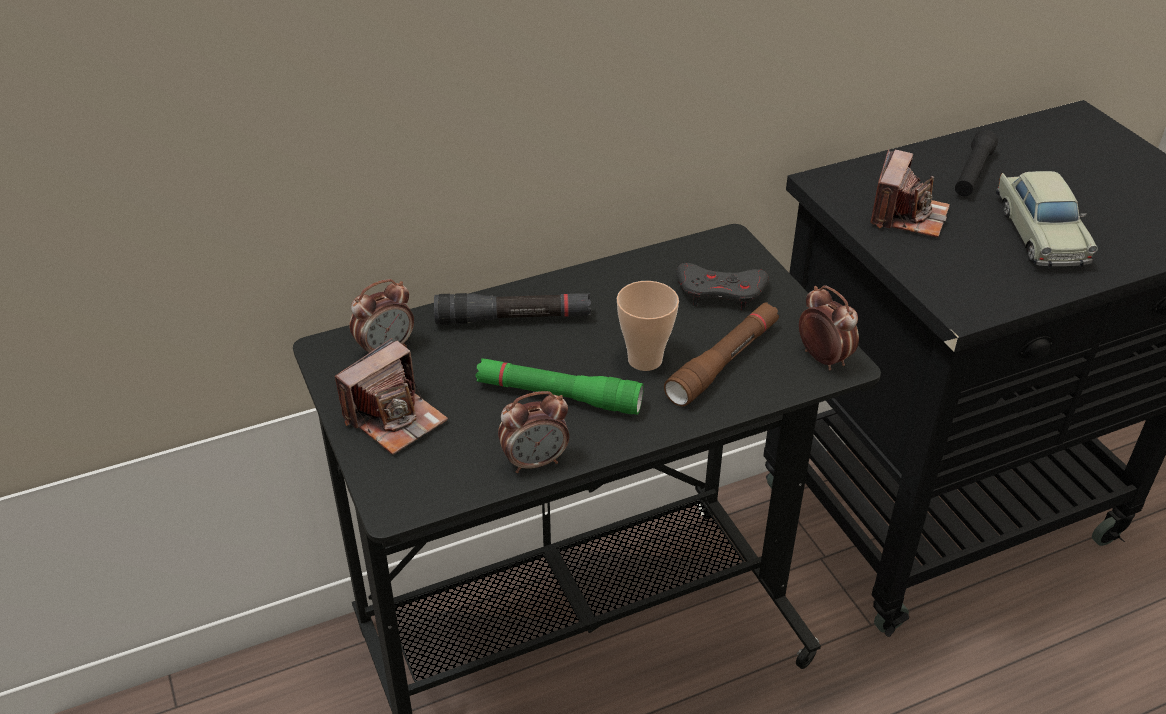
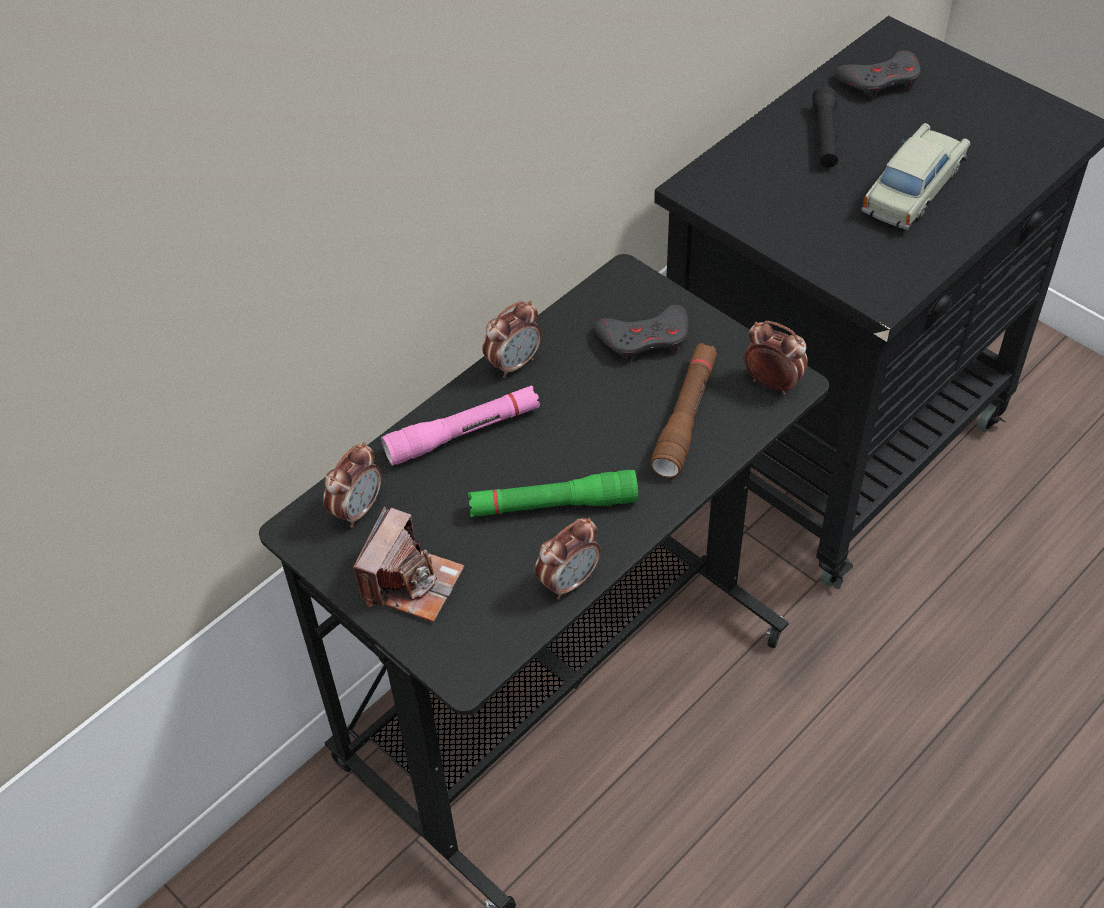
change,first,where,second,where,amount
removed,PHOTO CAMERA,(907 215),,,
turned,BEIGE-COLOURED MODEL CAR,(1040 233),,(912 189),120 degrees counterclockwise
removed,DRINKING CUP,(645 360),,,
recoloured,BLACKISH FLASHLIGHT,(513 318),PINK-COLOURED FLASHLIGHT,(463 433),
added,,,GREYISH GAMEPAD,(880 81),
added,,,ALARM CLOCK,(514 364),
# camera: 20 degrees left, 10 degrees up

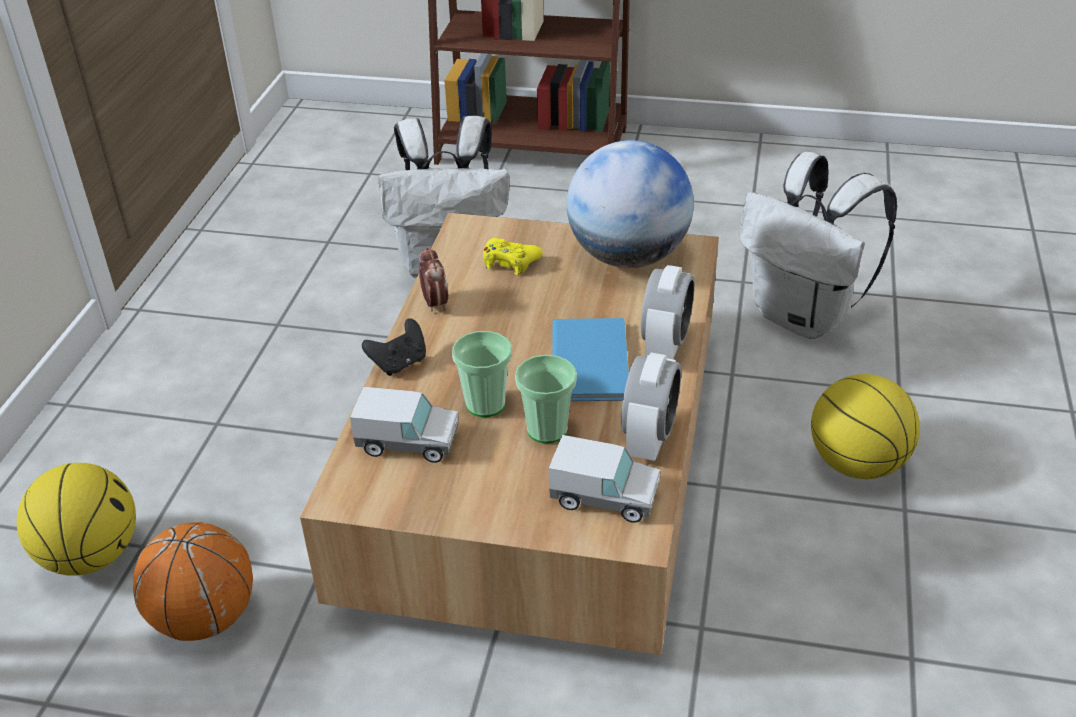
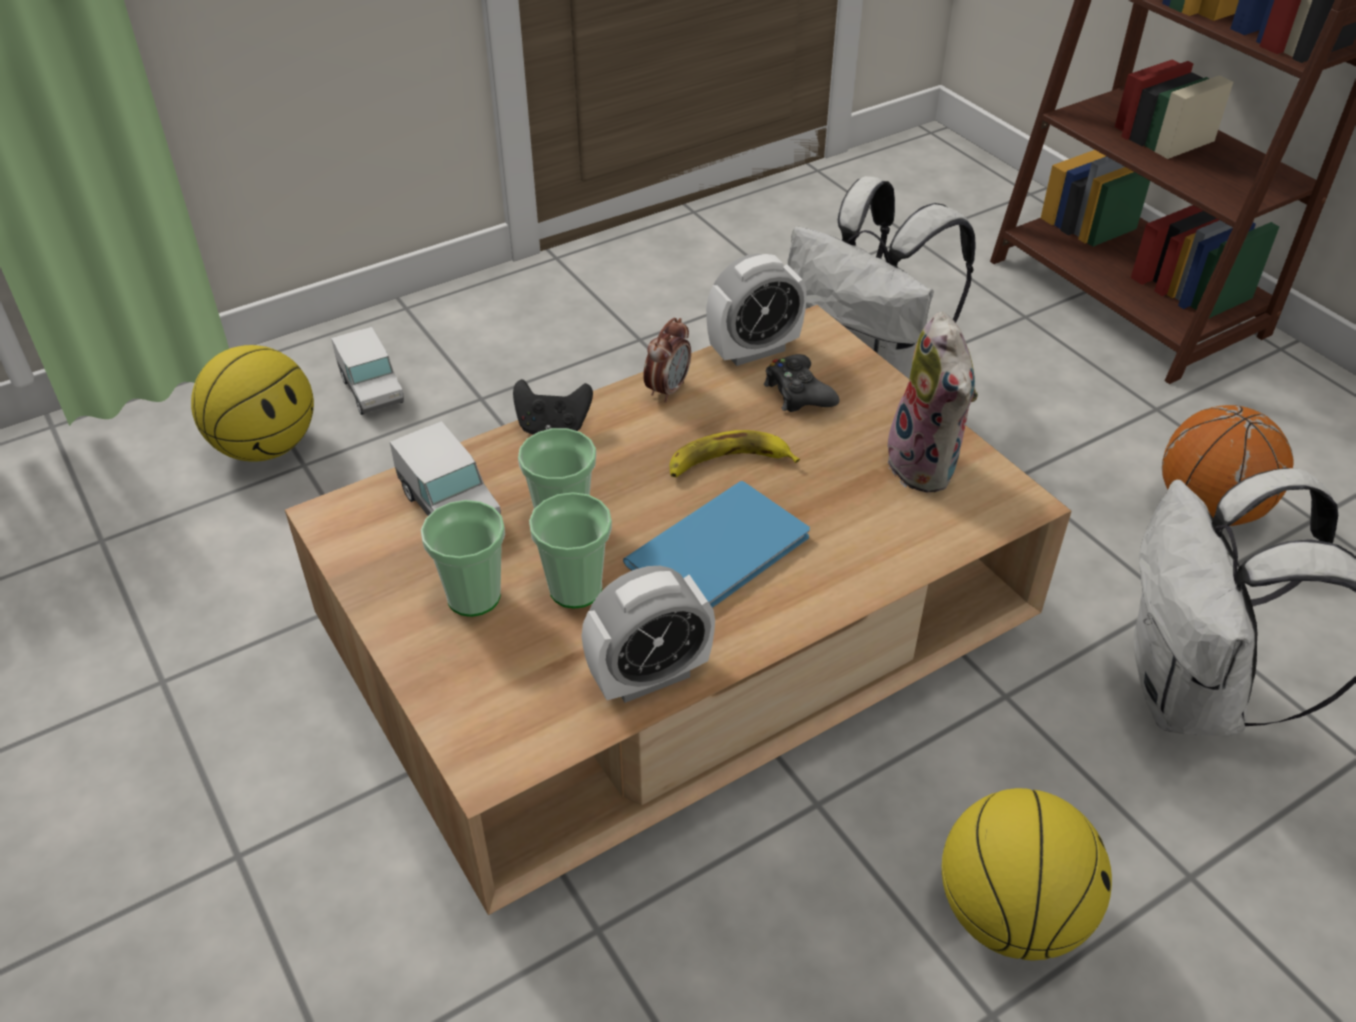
change,first,where,second,where,amount
replaced,DESK GLOBE,(628 257),PLUSH TOY,(928 466),
recoloured,YELLOW GAMEPAD,(510 262),BLACKISH GAMEPAD,(798 393),
moved,ALARM CLOCK,(665 347),,(754 350),
moved,TOY TRUCK,(604 498),,(372 391),
moved,BALL FOR BASKETBALL,(205 618),,(1209 509),
added,,,BANANA FRUIT,(728 463),
added,,,DRINKING CUP,(473 597),
# camera: 45 degrees right, 5 degrees up

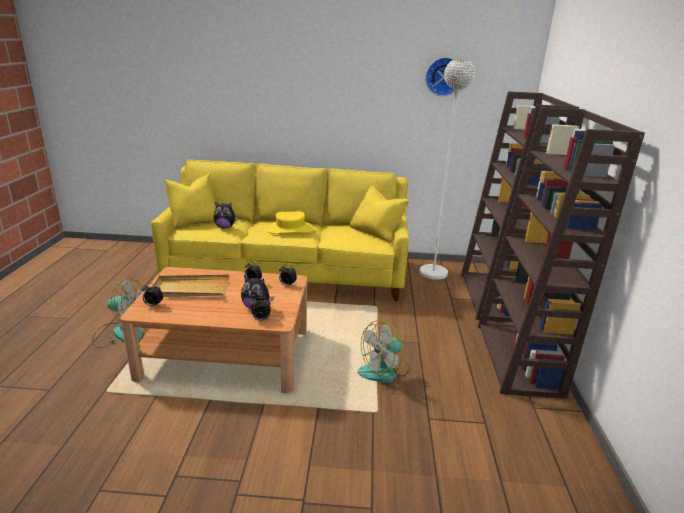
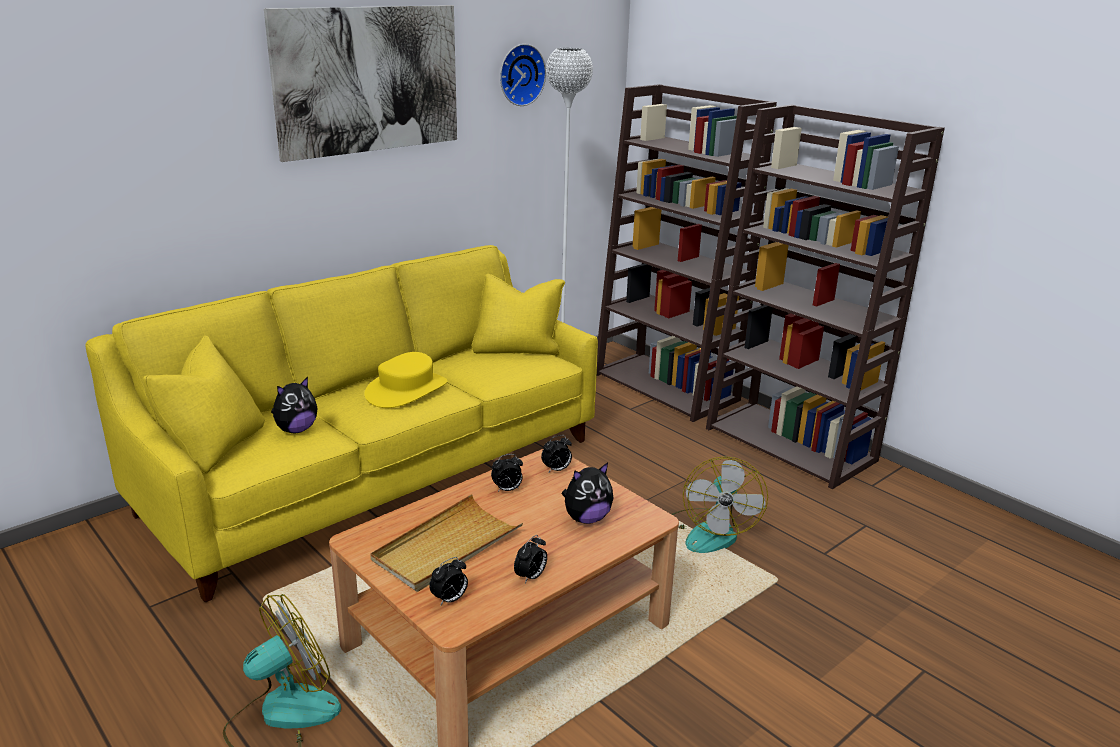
change,first,where,second,where,amount
moved,ALARM CLOCK,(261 319),,(531 577),
added,,,WALL ART,(368 80),
# camera: 45 degrees left, 0 degrees up

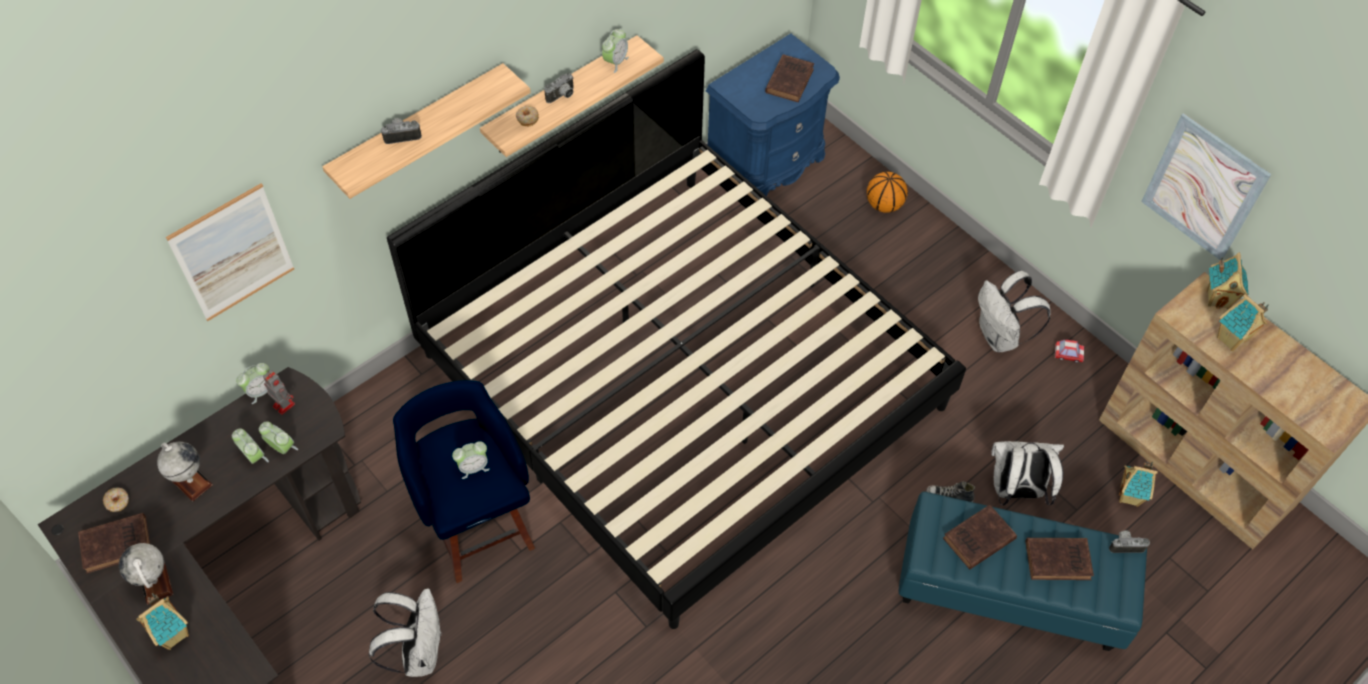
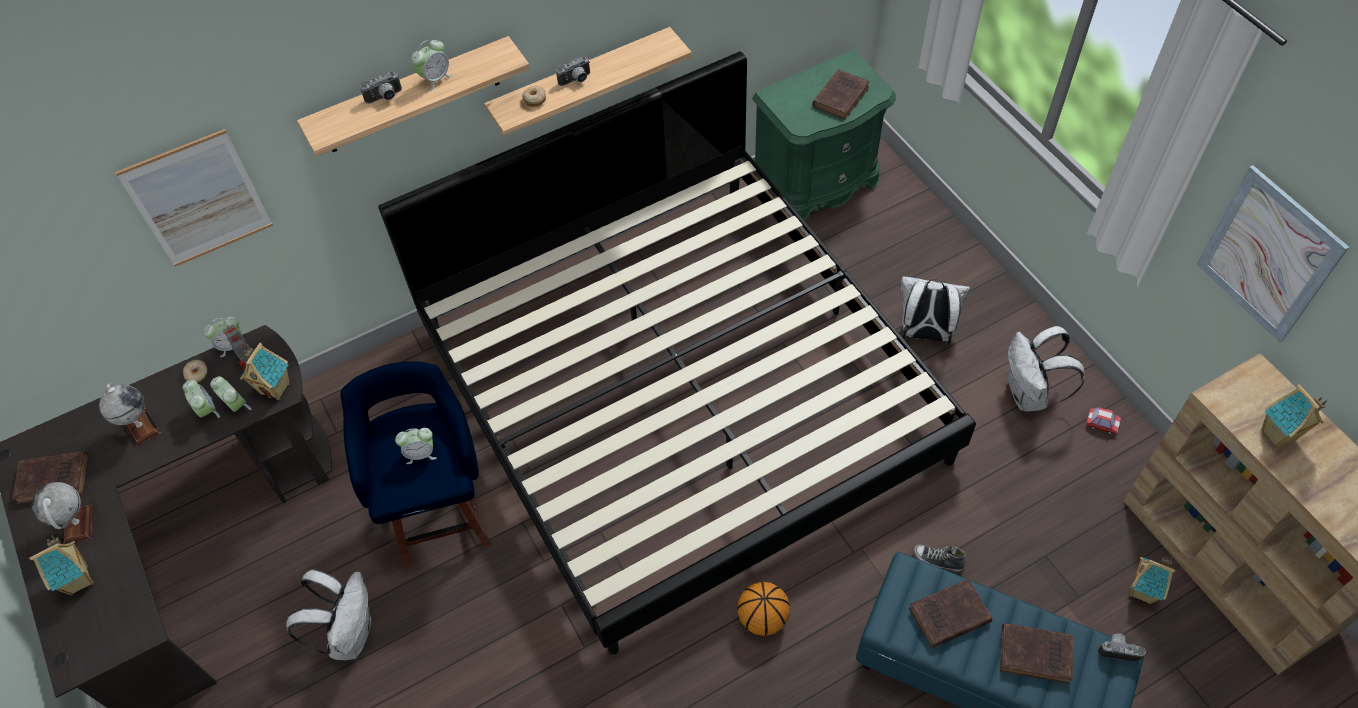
change,first,where,second,where,amount
moved,ALARM CLOCK,(615 62),,(435 79),
recoloured,BLUISH NIGHTSTAND,(769 161),GREENISH NIGHTSTAND,(819 182),
turned,PHOTO CAMERA,(402 135),,(385 98),150 degrees clockwise
moved,BALL FOR BASKETBALL,(883 205),,(762 617),
moved,MINIATURE HOUSE,(1218 299),,(276 388),
moved,WHITISH BACKPACK,(1015 491),,(924 334),
moved,DONUT,(118 502),,(197 374),
# camera: 15 degrees right, 0 degrees up

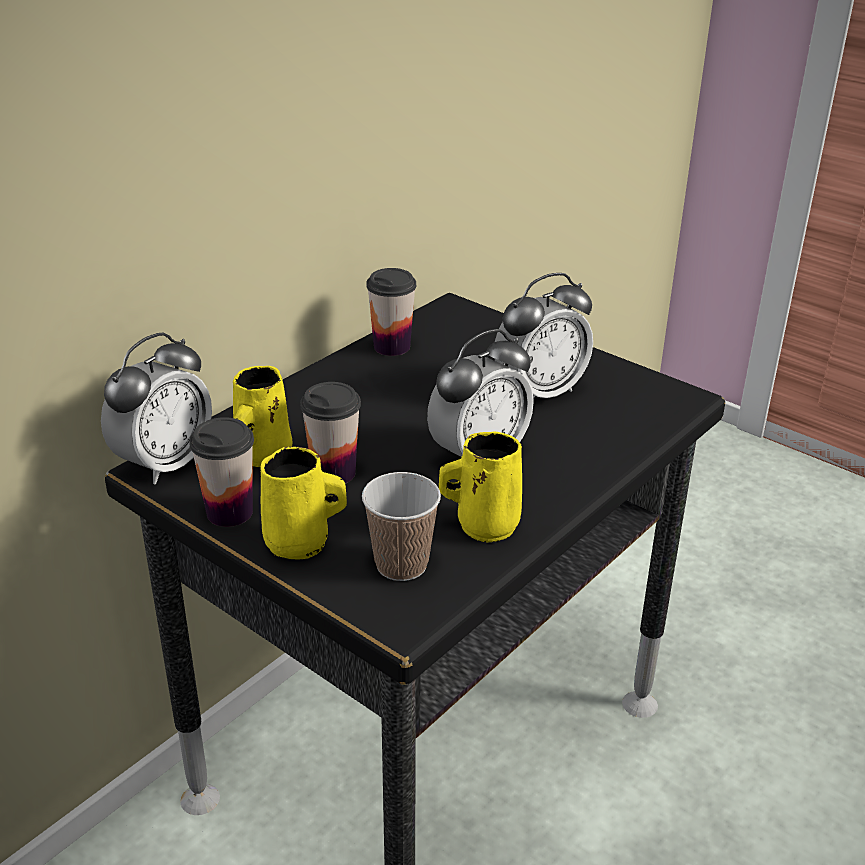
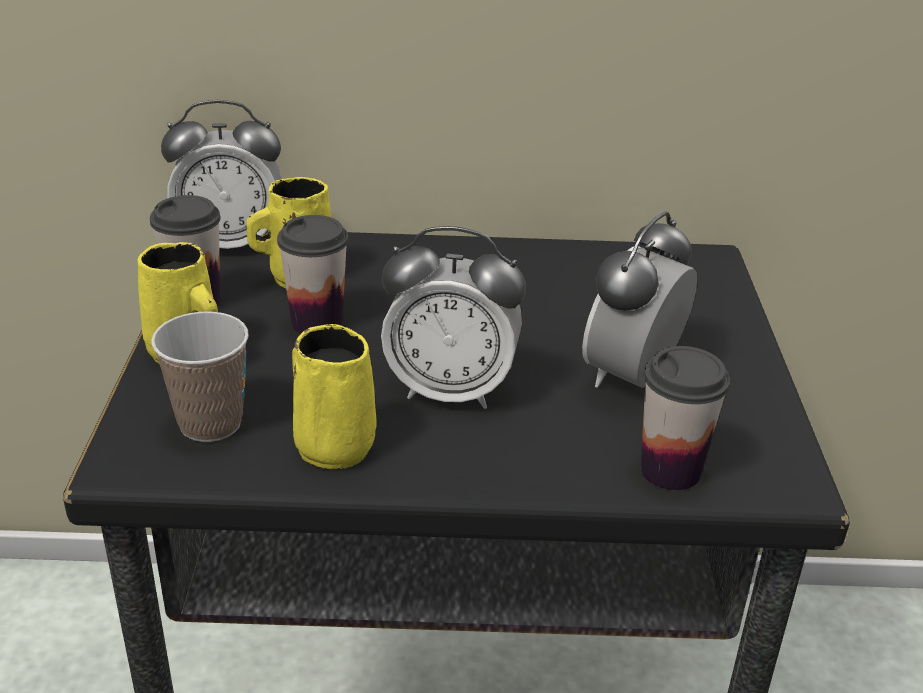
change,first,where,second,where,amount
moved,DRINKING CUP,(392 346),,(670 470),
turned,ALARM CLOCK,(540 392),,(632 377),105 degrees clockwise
# camera: 50 degrees right, 0 degrees up

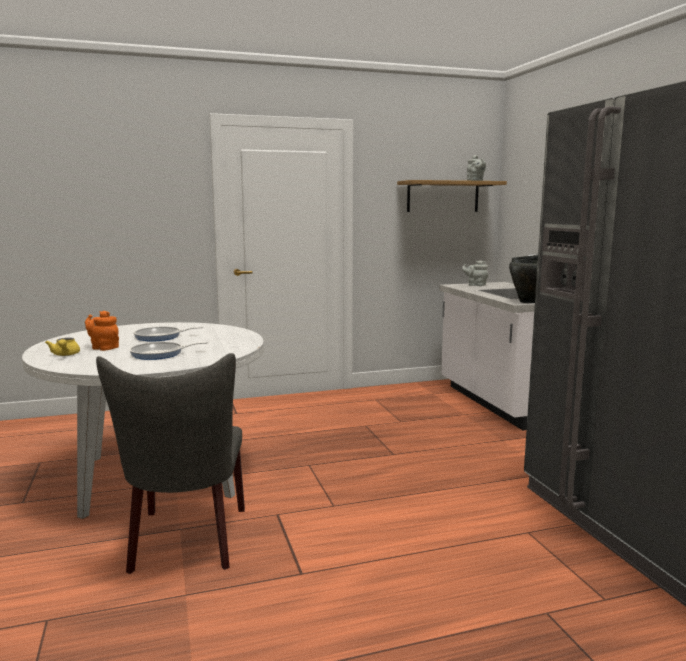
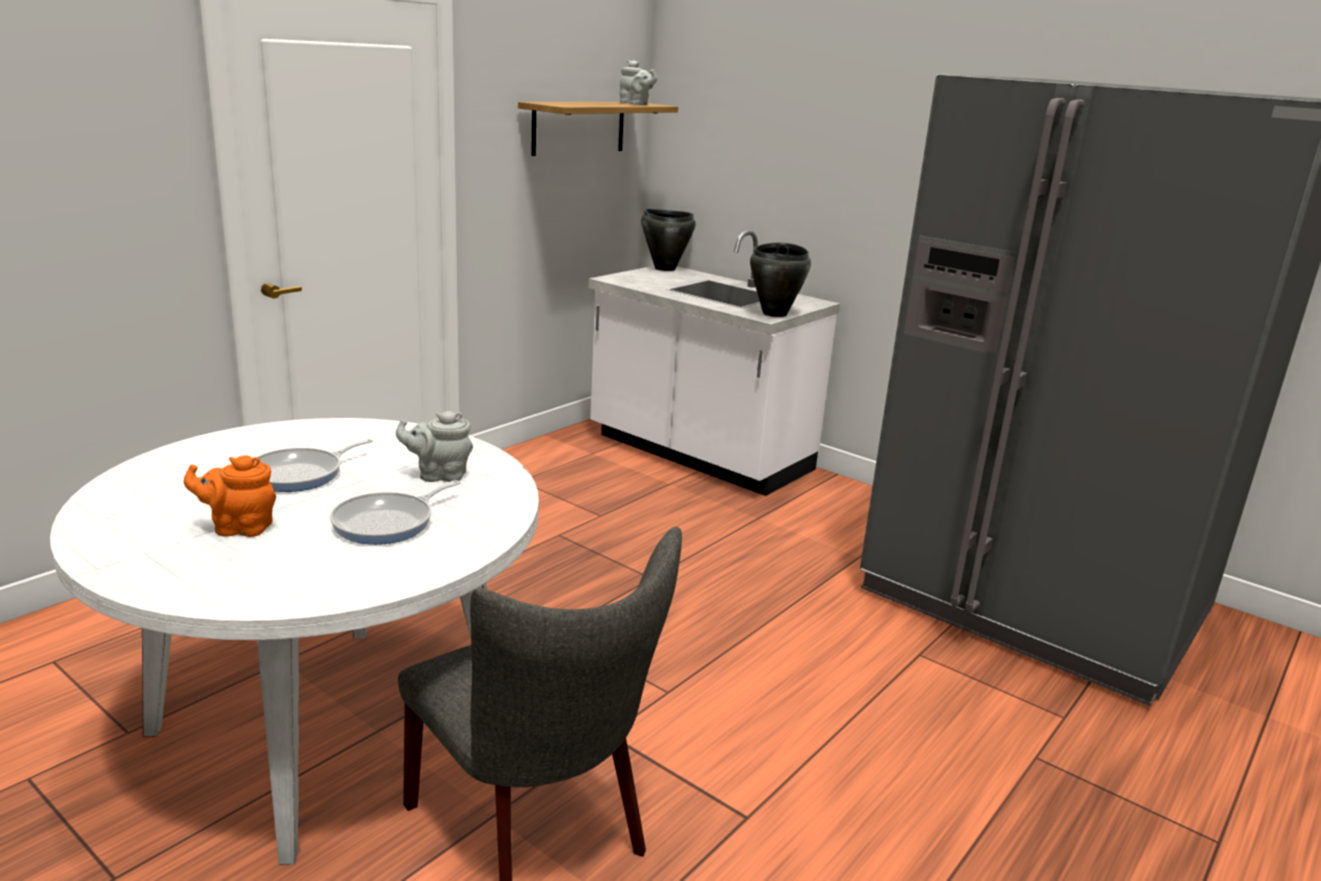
change,first,where,second,where,amount
moved,GREYISH POT FOR TEA,(475 285),,(439 475),
removed,YELLOW POT FOR TEA,(65 355),,,
added,,,BLACKISH COOKING POT,(664 268),
# camera: 35 degrees left, 10 degrees up

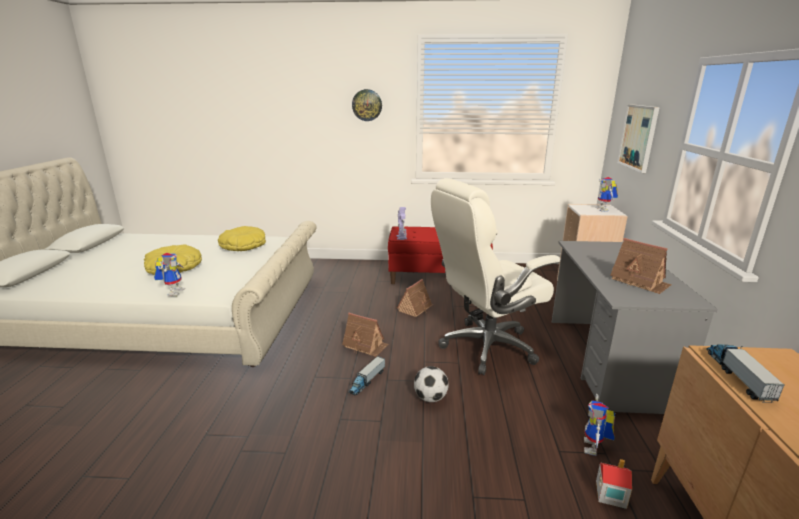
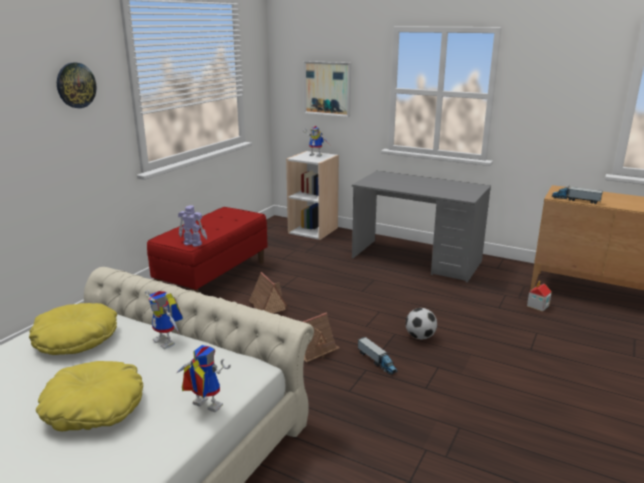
change,first,where,second,where,amount
removed,WHITISH COMPUTER CHAIR,(486 347),,,
removed,MINIATURE HOUSE,(639 281),,,
moved,MODEL ROBOT,(594 449),,(168 341),
# camera: 65 degrees left, 0 degrees up

